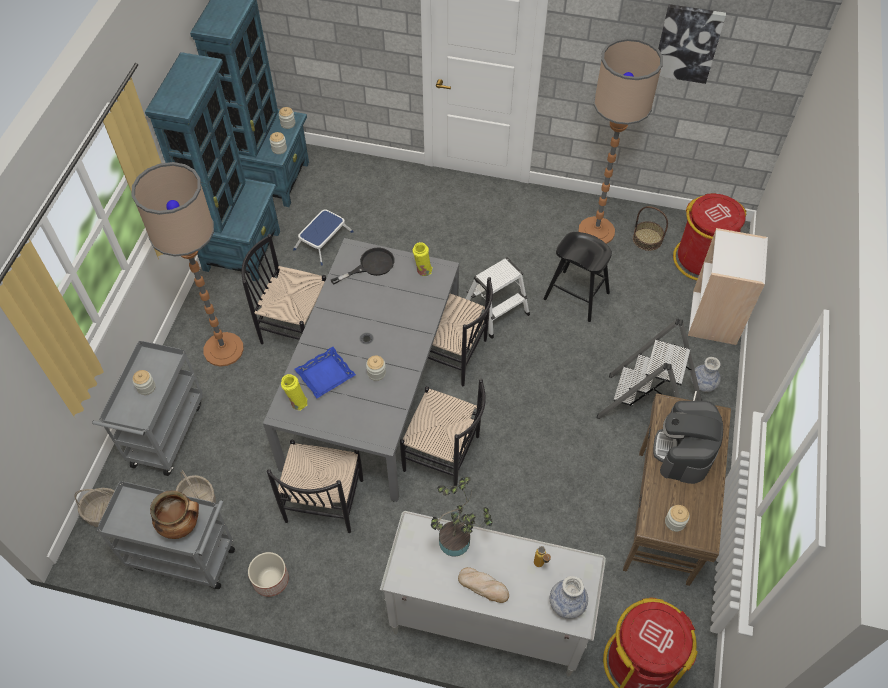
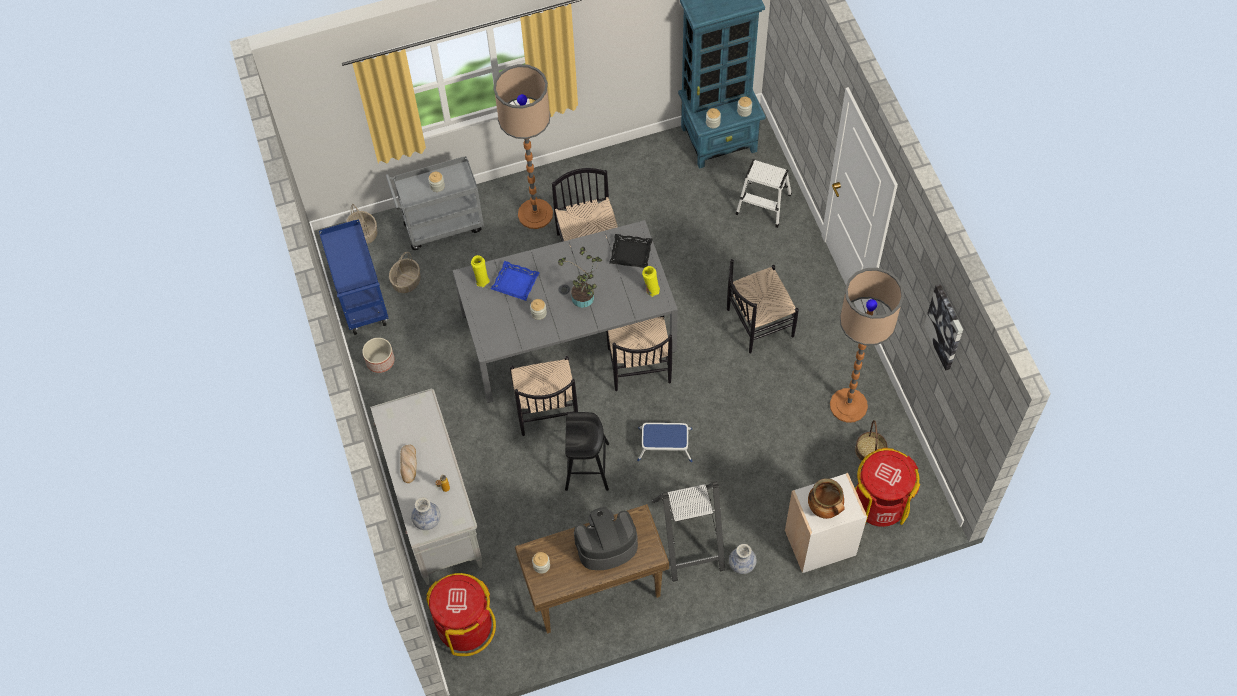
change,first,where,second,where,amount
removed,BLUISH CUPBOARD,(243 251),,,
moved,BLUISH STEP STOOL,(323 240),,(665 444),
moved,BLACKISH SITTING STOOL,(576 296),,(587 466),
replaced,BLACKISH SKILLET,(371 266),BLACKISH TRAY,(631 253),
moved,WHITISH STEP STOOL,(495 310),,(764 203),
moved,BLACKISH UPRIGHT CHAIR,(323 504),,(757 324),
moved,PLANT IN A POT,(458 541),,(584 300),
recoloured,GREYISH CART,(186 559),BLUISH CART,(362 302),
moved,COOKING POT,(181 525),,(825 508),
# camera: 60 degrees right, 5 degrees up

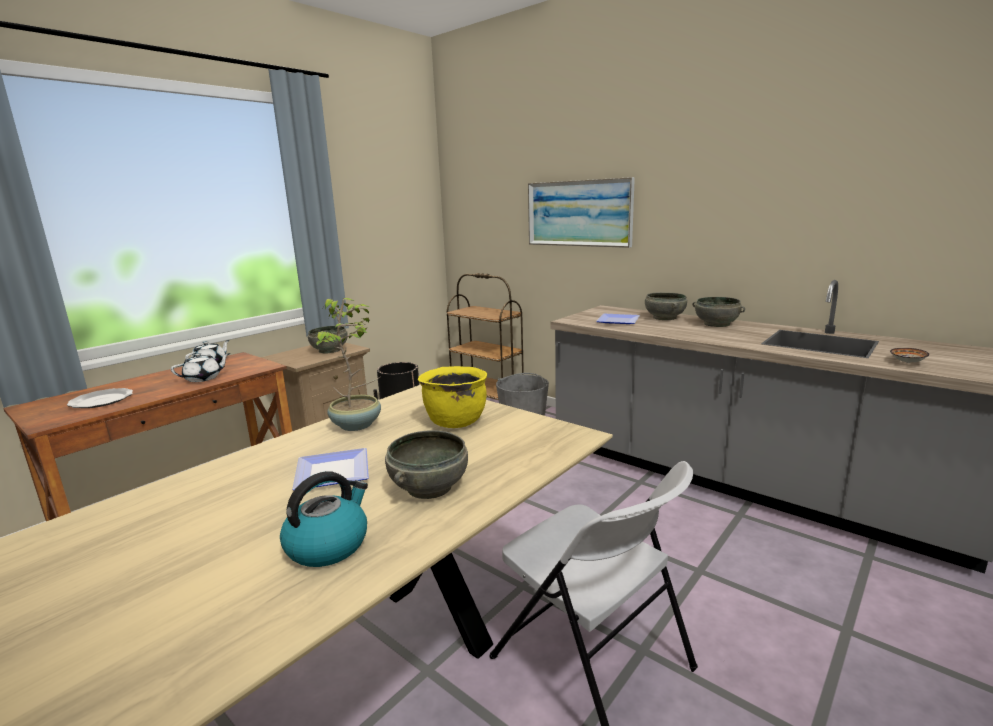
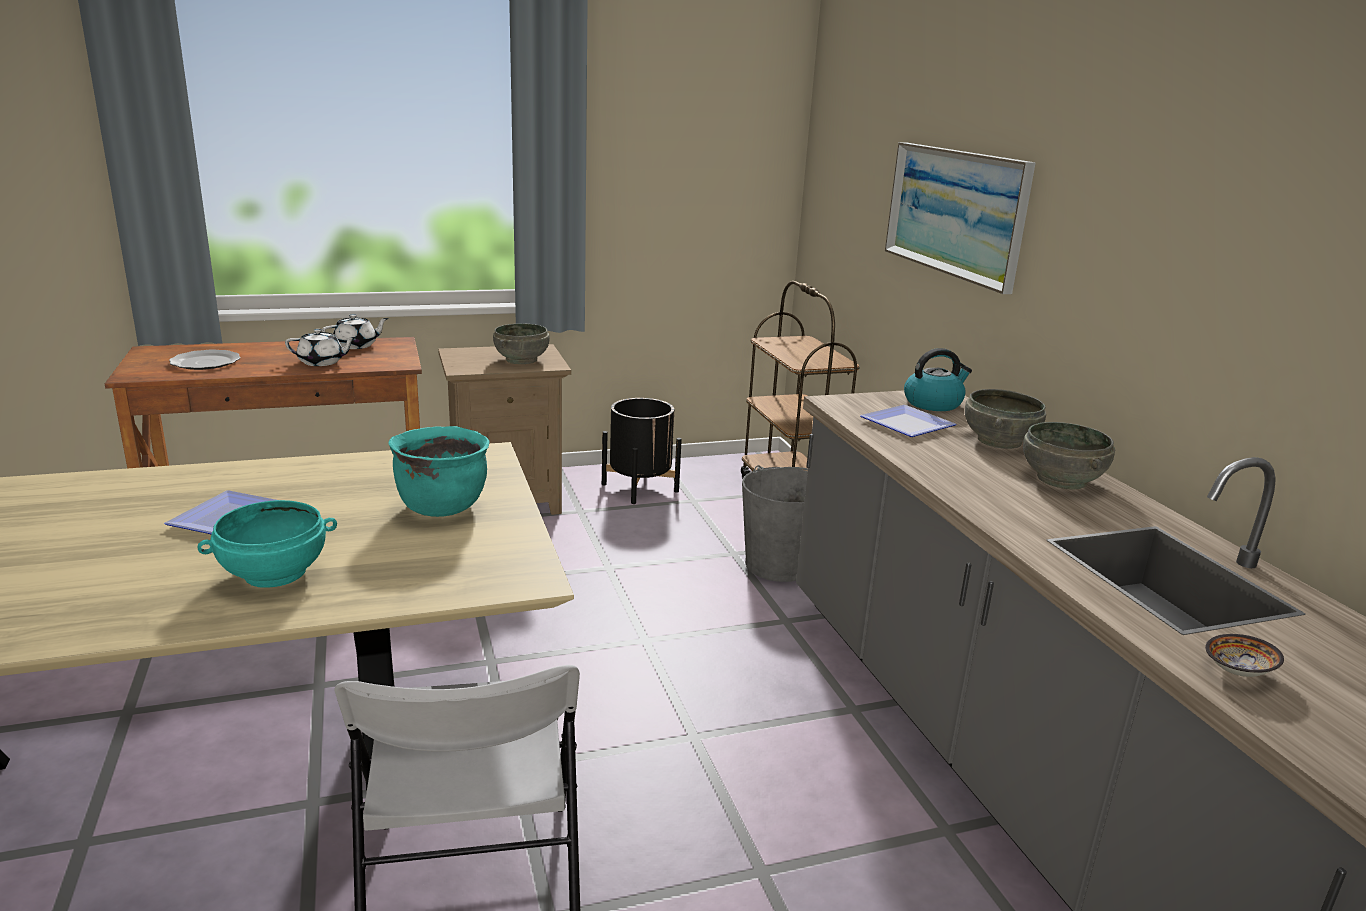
change,first,where,second,where,amount
removed,PLANT IN A POT,(358 425),,,
recoloured,YELLOW COOKING POT,(455 421),TURQUOISE-COLOURED COOKING POT,(442 506),
recoloured,GREYISH DEEP DISH,(428 487),TURQUOISE-COLOURED DEEP DISH,(274 572),
moved,TEA KETTLE,(328 545),,(933 403),
# camera: 30 degrees right, 5 degrees up

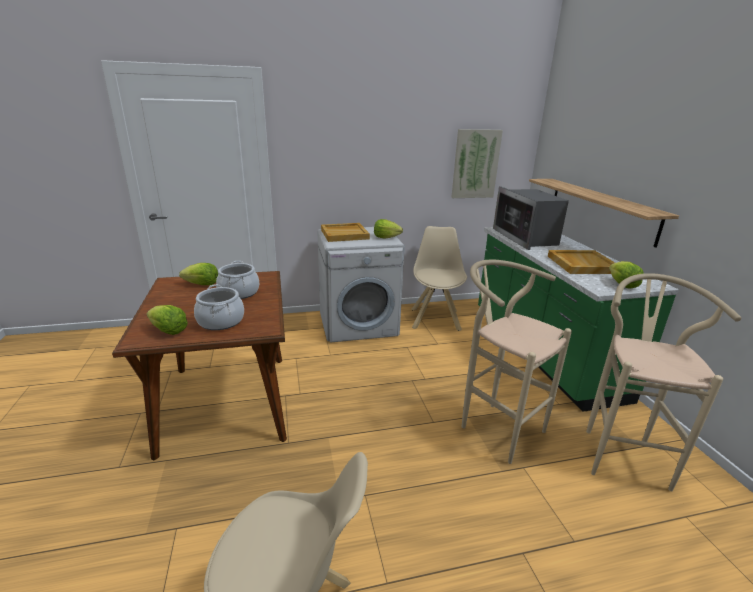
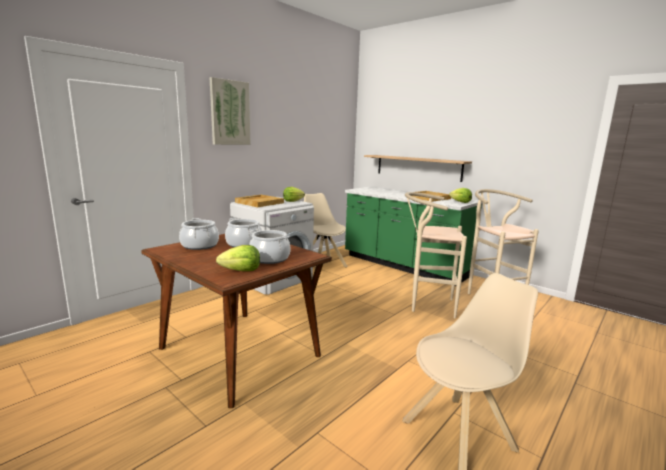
change,first,where,second,where,amount
moved,WALL ART,(475 164),,(230 113),
removed,MICROWAVE OVEN,(526 237),,,
replaced,LETTUCE HEAD,(202 284),COOKING POT,(200 245),
# camera: 35 degrees left, 10 degrees down

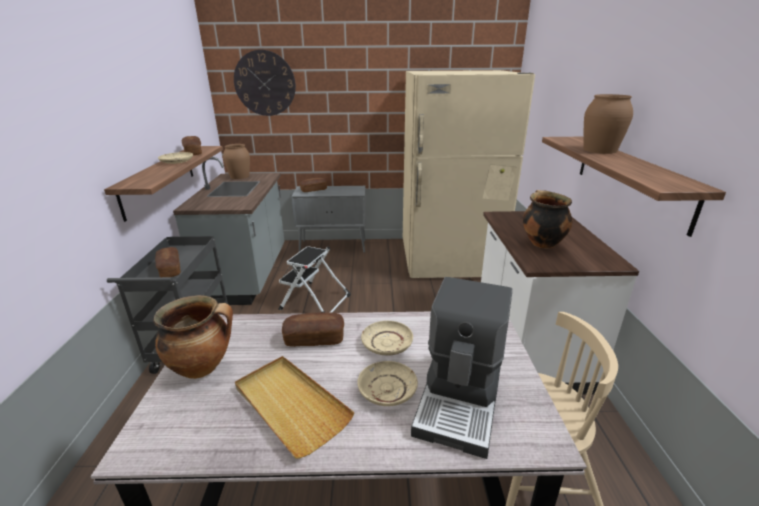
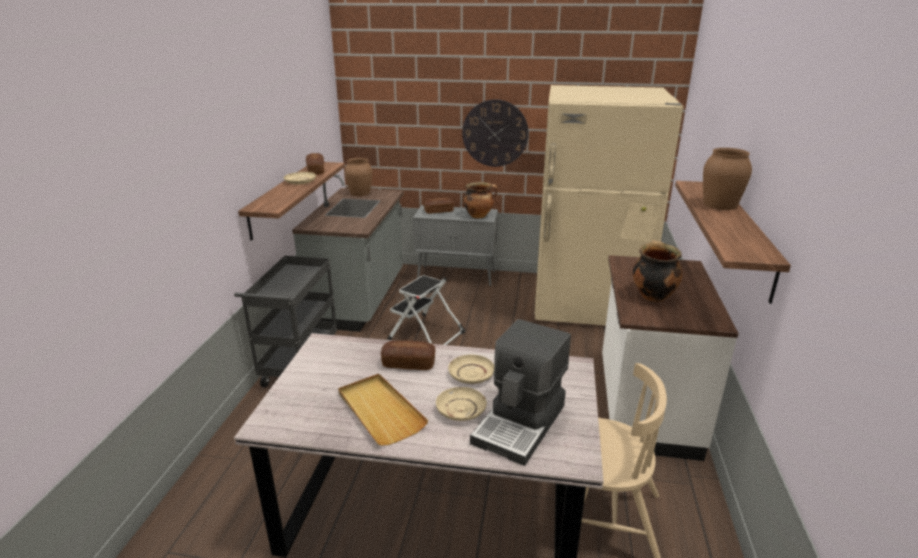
change,first,where,second,where,amount
moved,HANGING CLOCK,(265 83),,(495 133),
removed,BAKED BREAD,(170 269),,,
moved,COOKING POT,(203 367),,(479 216),
# camera: 10 degrees right, 0 degrees up

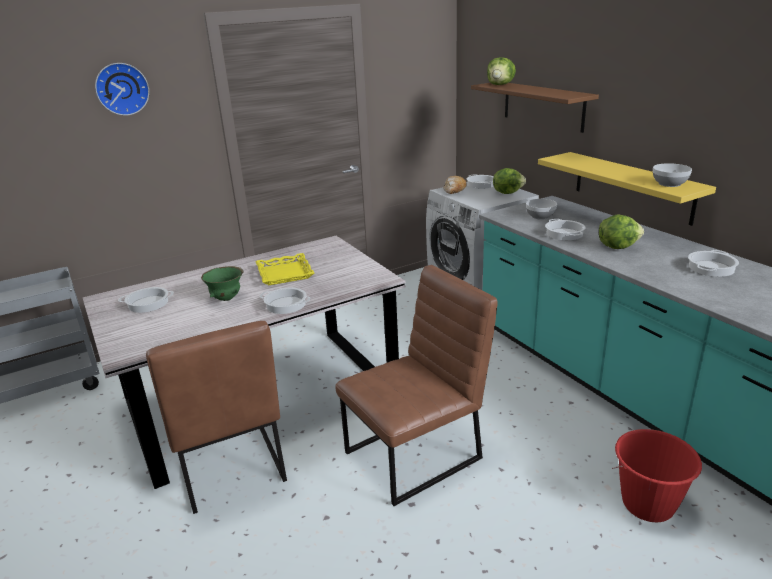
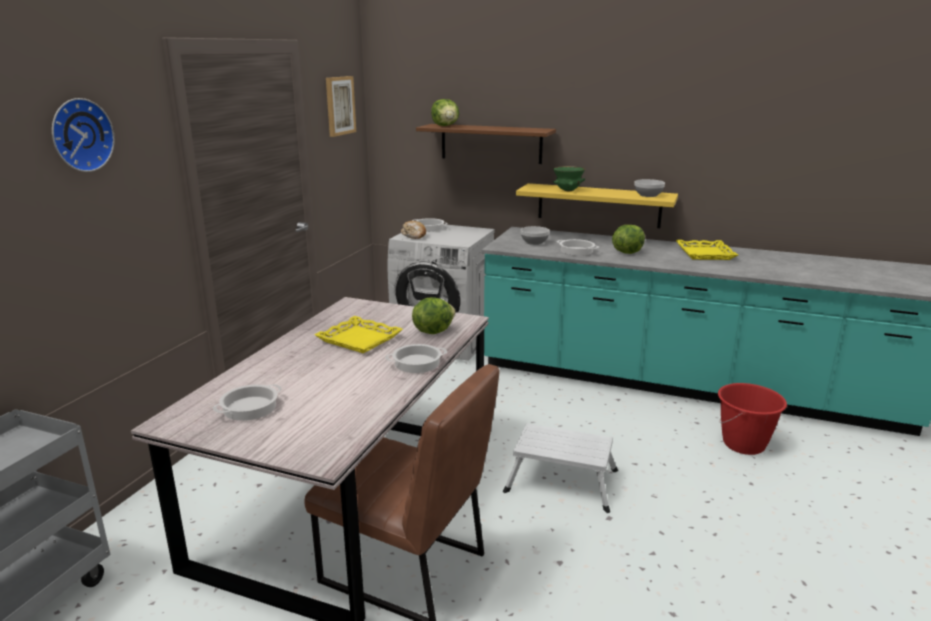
change,first,where,second,where,amount
moved,LETTUCE HEAD,(507 192),,(433 331),
replaced,COOKING POT,(710 268),YELLOW TRAY,(704 254),
replaced,BROWN UPRIGHT CHAIR,(417 454),WHITISH STEP STOOL,(562 481),
moved,GREENISH DEEP DISH,(226 299),,(568 191),
added,,,WALL ART,(339 106),
# camera: 40 degrees left, 5 degrees down

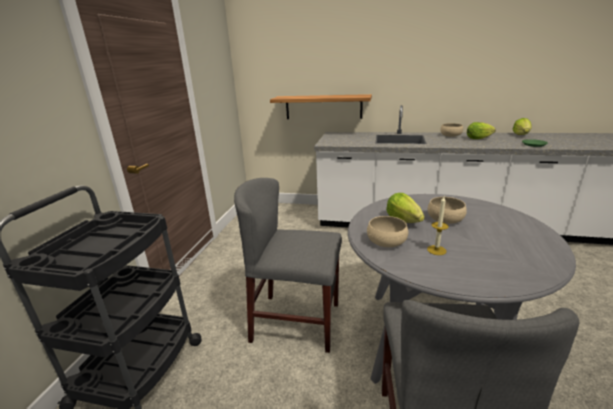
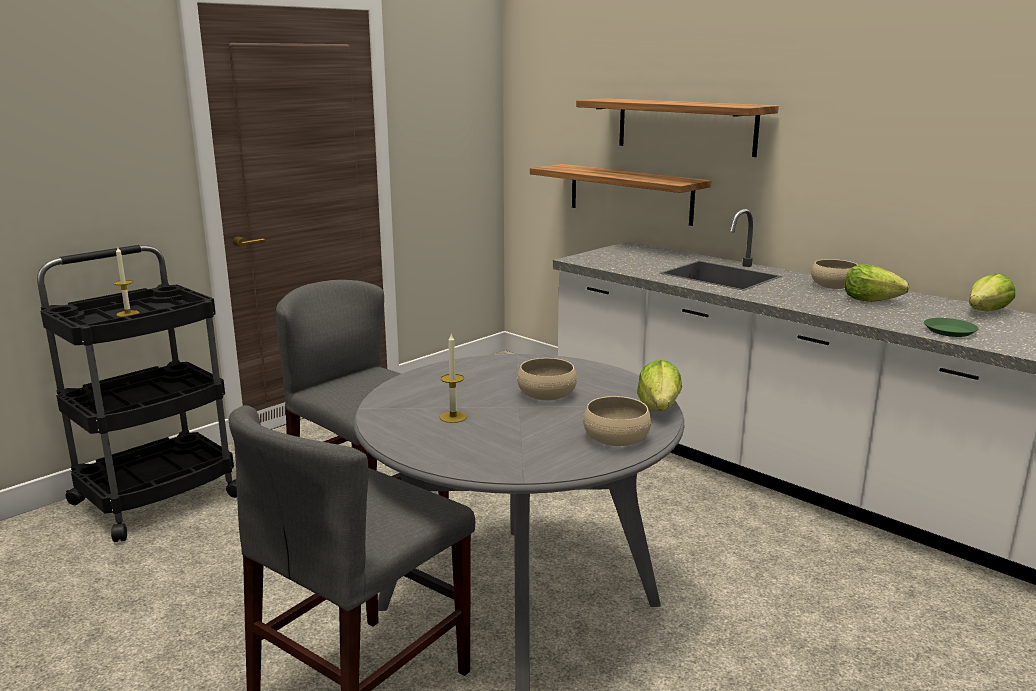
change,first,where,second,where,amount
moved,LETTUCE HEAD,(403 220),,(659 408),
moved,BEIGE-COLOURED DEEP DISH,(386 241),,(616 438),
added,,,WALL SHELF,(685 126),
added,,,CANDLE,(128 314),
# camera: 30 degrees right, 5 degrees down

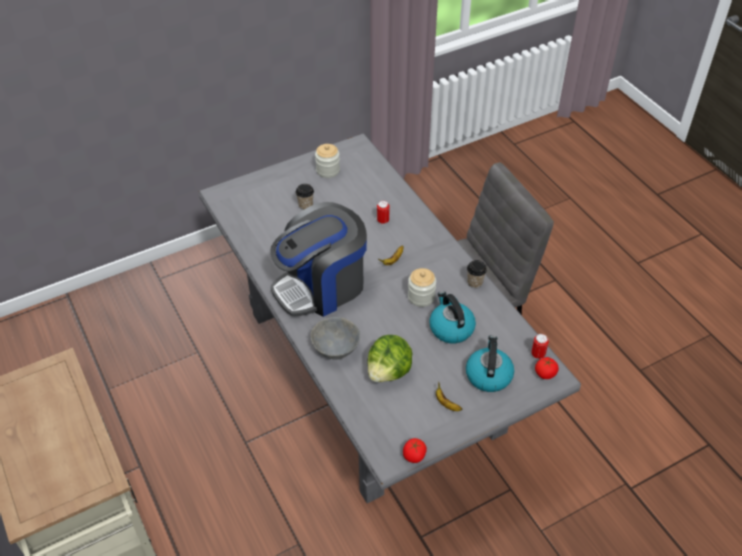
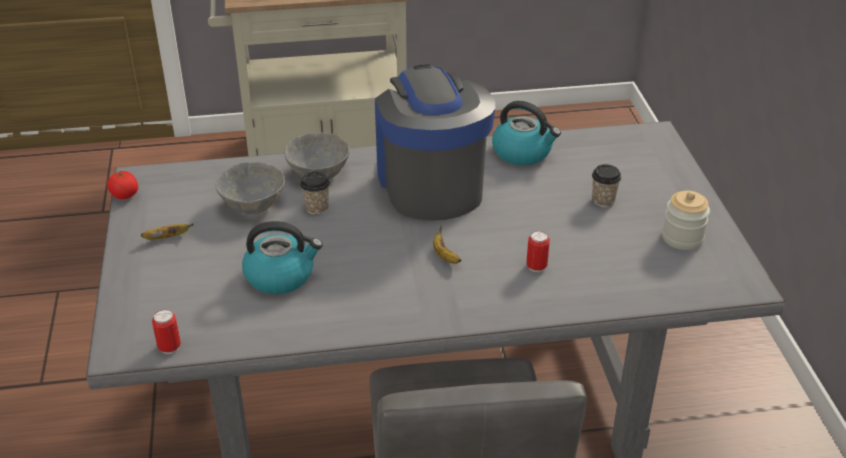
change,first,where,second,where,amount
moved,DRINKING CUP,(475 282),,(317 208),
removed,JAR,(421 297),,,
replaced,LETTUCE HEAD,(389 371),GREYISH DEEP DISH,(253 205),
moved,TEA KETTLE,(488 375),,(523 152),
removed,TOMATO,(545 373),,,
# camera: 110 degrees right, 10 degrees down

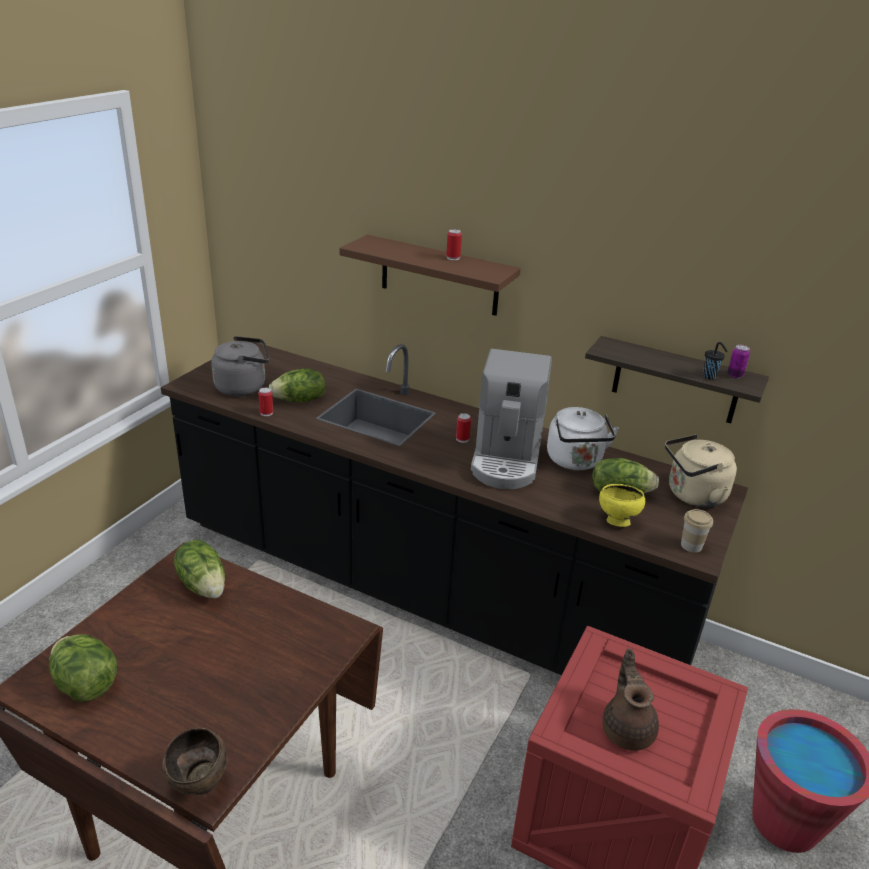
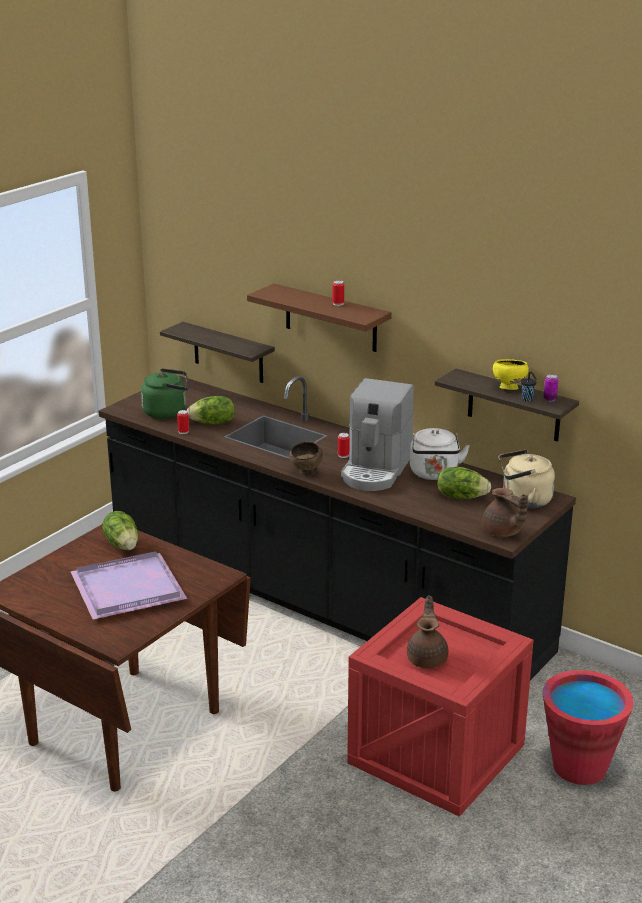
change,first,where,second,where,amount
recoloured,GREYISH TEA KETTLE,(244 387),GREENISH TEA KETTLE,(167 412),
moved,YELLOW DEEP DISH,(616 521),,(508 388),
replaced,DRINKING CUP,(691 545),BROWN POT FOR TEA,(502 532),
removed,LETTUCE HEAD,(86 685),,,
moved,BROWN DEEP DISH,(200 785),,(306 473),
added,,,WALL SHELF,(228 353),
added,,,PURPLE TRAY,(129 587),
# camera: 10 degrees right, 5 degrees down

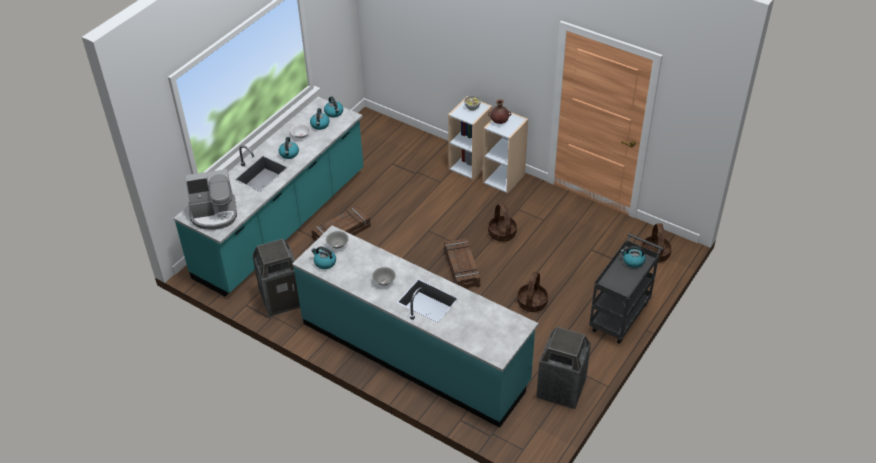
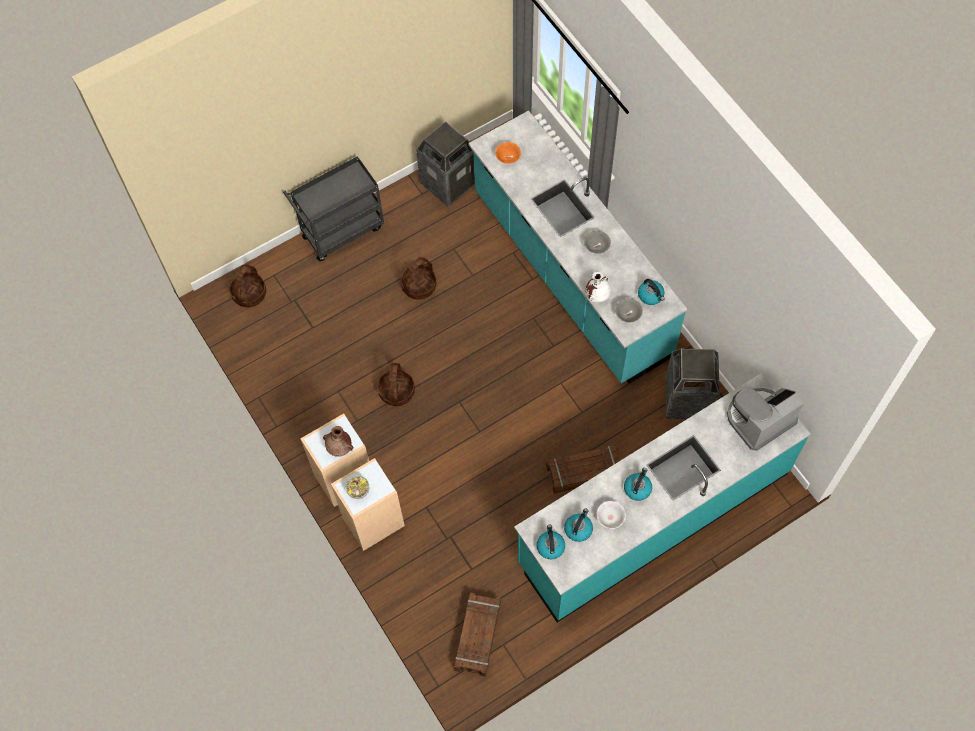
change,first,where,second,where,amount
turned,COFFEE MACHINE,(214 214),,(759 419),45 degrees counterclockwise
moved,SHIPPING CRATE,(462 268),,(477 636),
removed,TEA KETTLE,(633 261),,,
added,,,ORANGE DEEP DISH,(508 158),
added,,,WHITISH VASE,(597 295),
# camera: 155 degrees left, 20 degrees up

